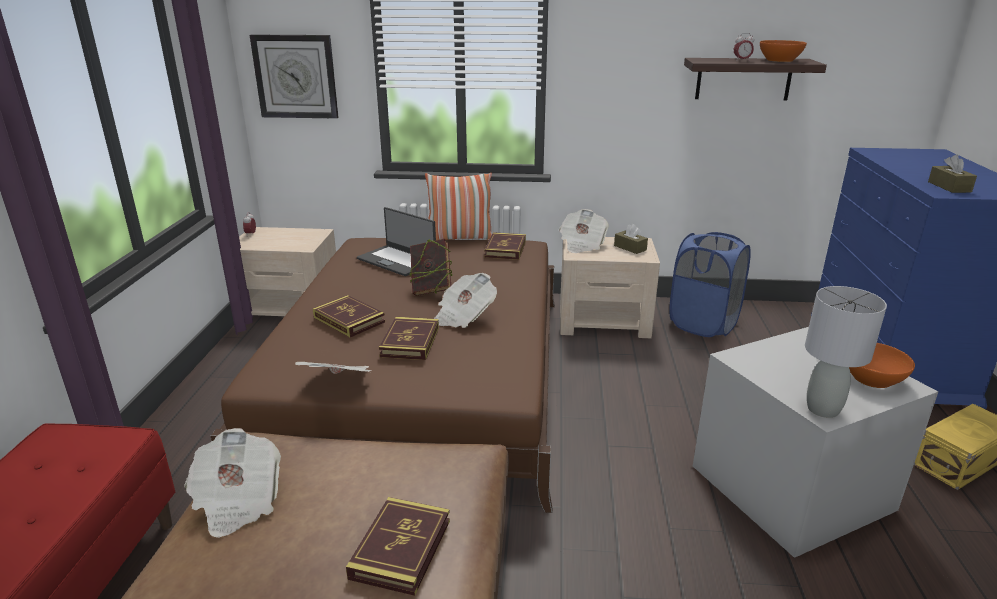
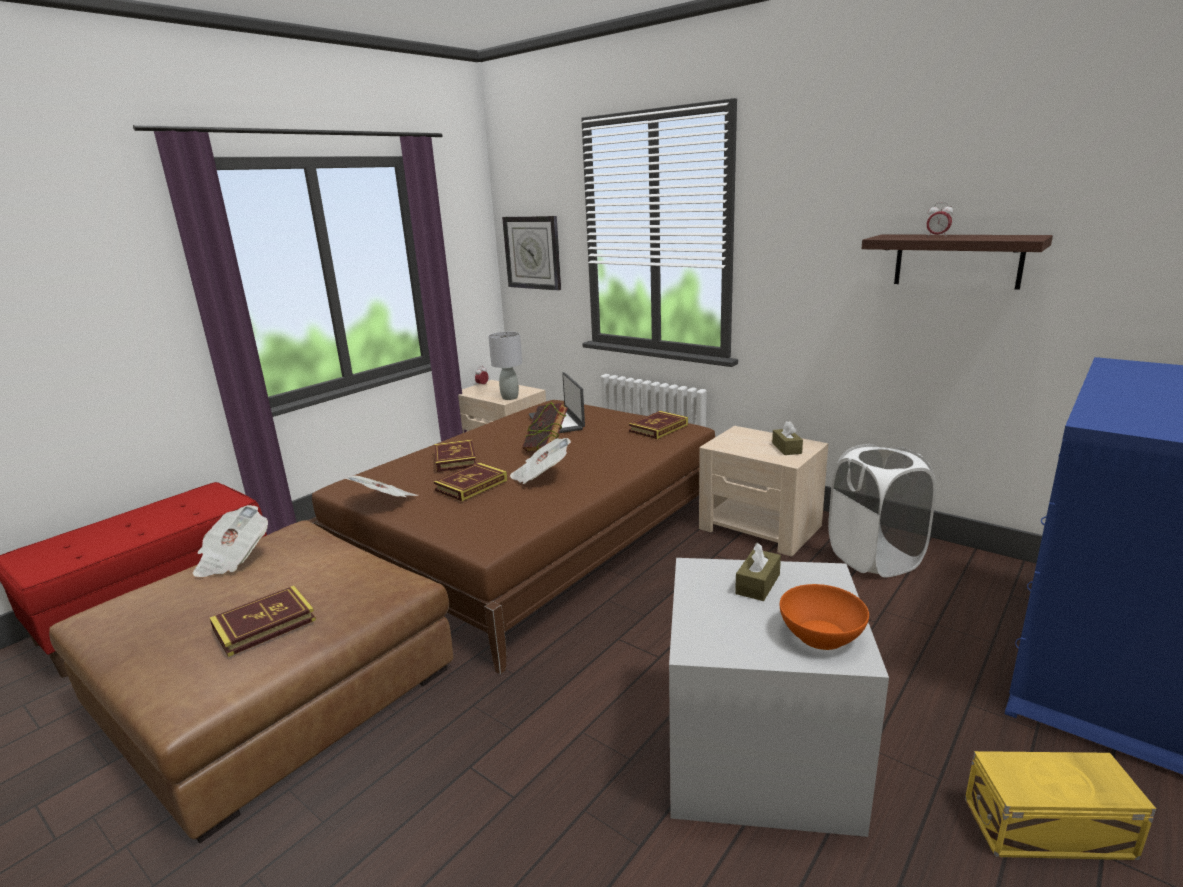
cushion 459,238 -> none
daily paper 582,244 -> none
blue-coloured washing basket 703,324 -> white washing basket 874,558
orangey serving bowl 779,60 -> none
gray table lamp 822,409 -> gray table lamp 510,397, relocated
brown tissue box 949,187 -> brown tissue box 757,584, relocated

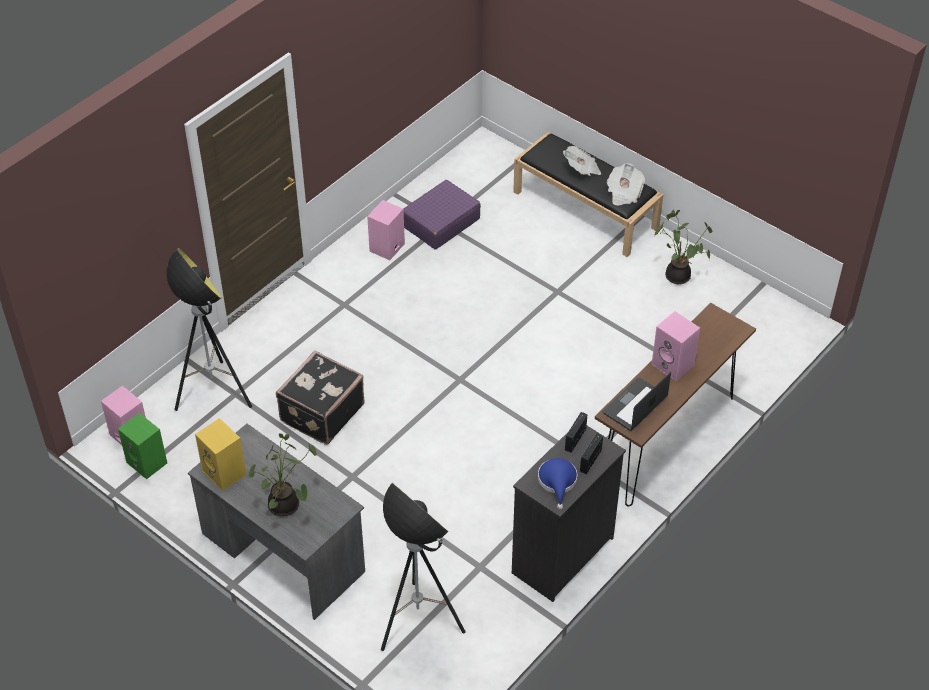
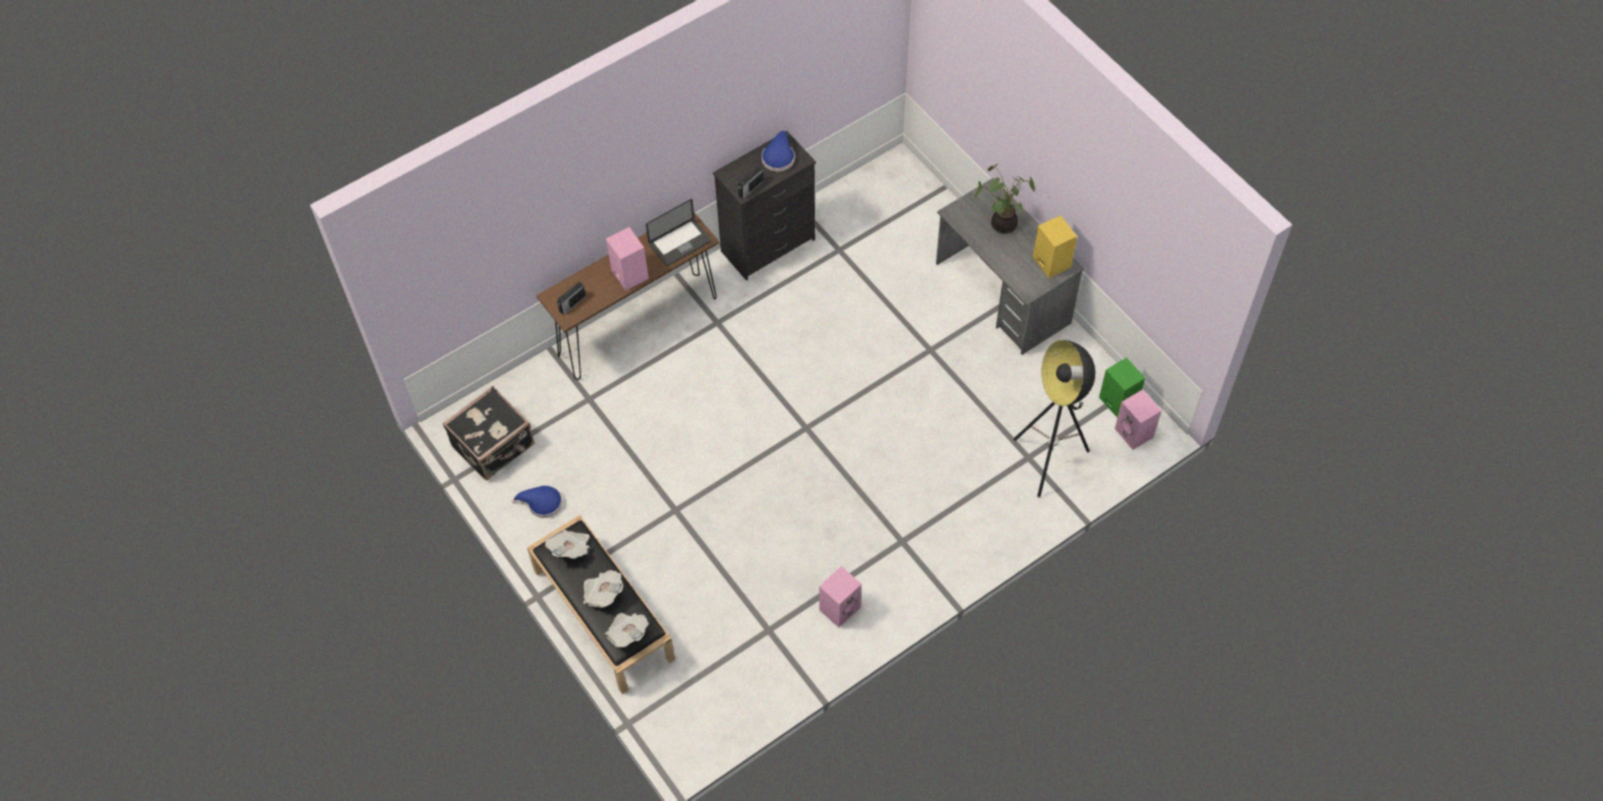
black-coloured travel case 321,412 -> black-coloured travel case 494,446, relocated
floor lamp 417,623 -> none
purple travel case 440,222 -> none
radio receiver 591,460 -> radio receiver 572,304, relocated
potted plant 679,275 -> blue-coloured hat 542,503
none -> daily paper 627,633

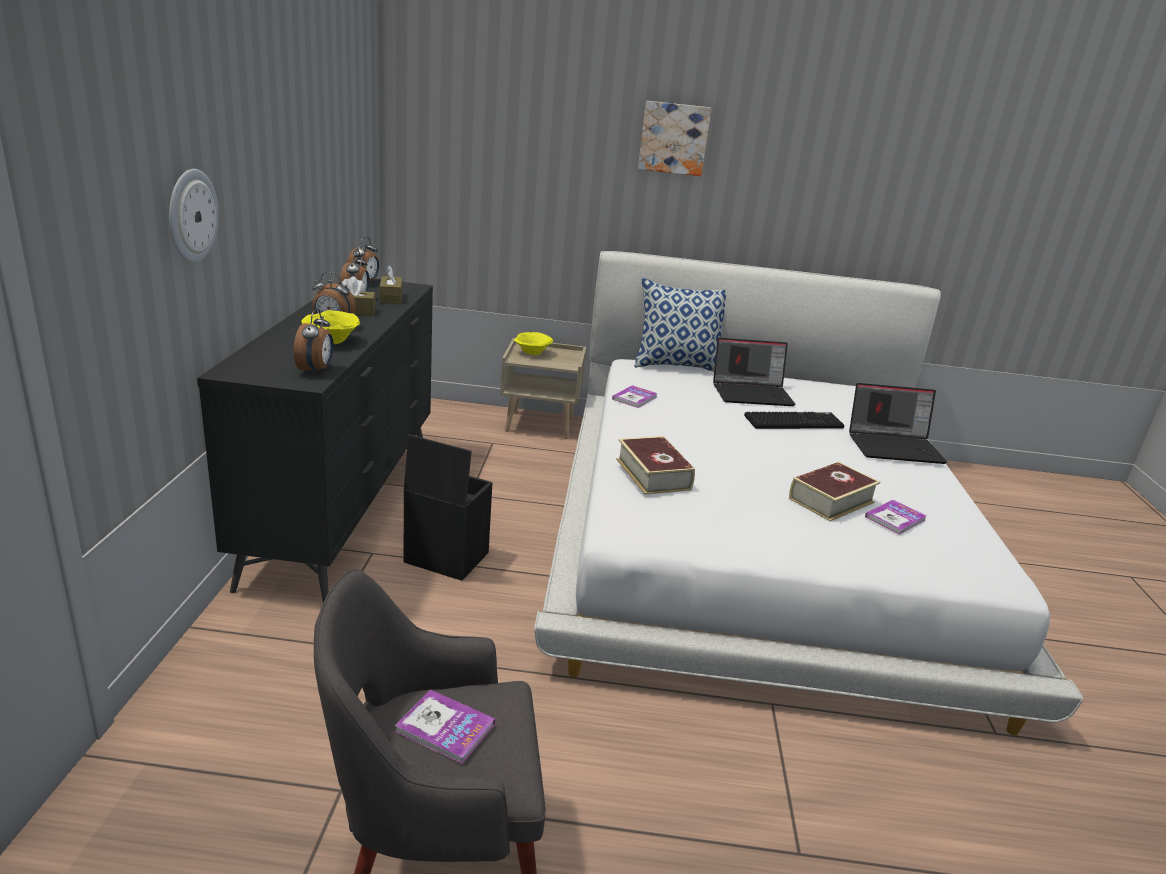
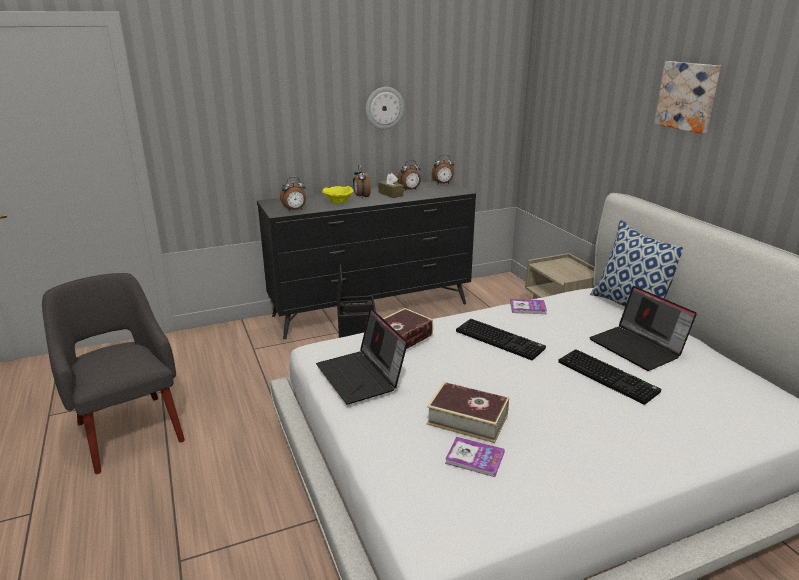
hanging clock 191,215 -> hanging clock 384,108, relocated
brown tissue box 391,298 -> none
bound book 445,728 -> none
yellowish serving bowl 532,353 -> none
laptop 894,446 -> laptop 362,377, relocated
none -> keyboard 501,340

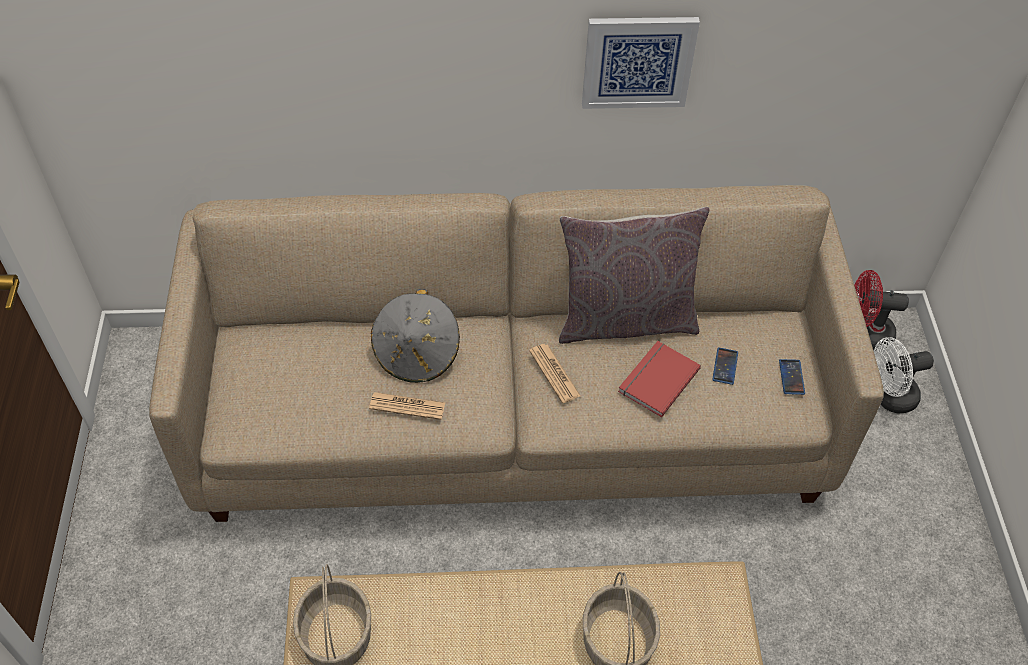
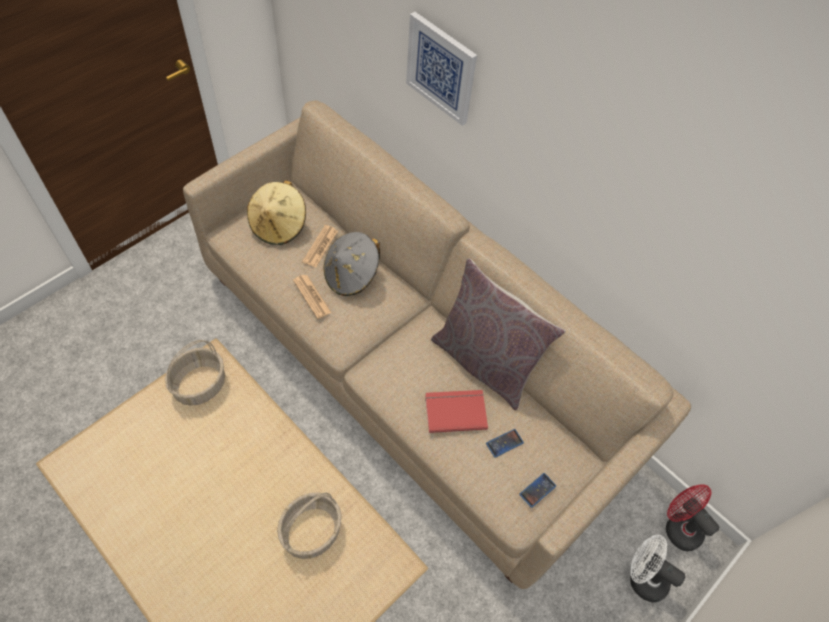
daily paper 554,373 -> daily paper 320,246, relocated
wall picture 638,61 -> wall picture 441,68, relocated
none -> sand-coloured hat 279,225

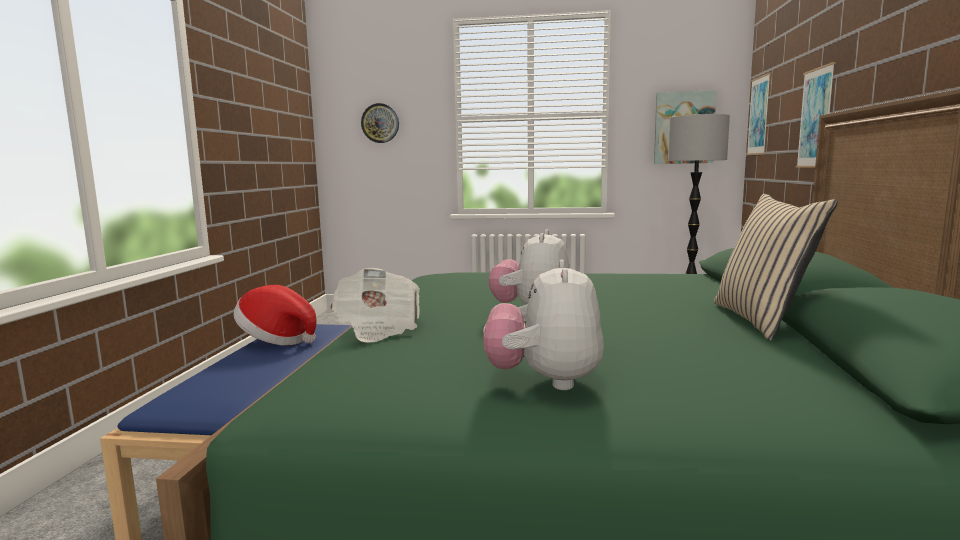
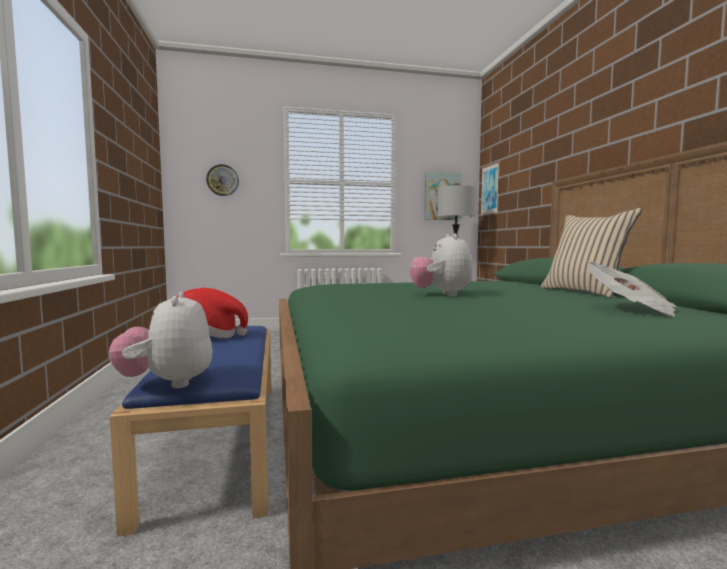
daily paper 377,328 -> daily paper 630,310, relocated
soft toy 545,381 -> soft toy 168,383, relocated
wall picture 815,118 -> none

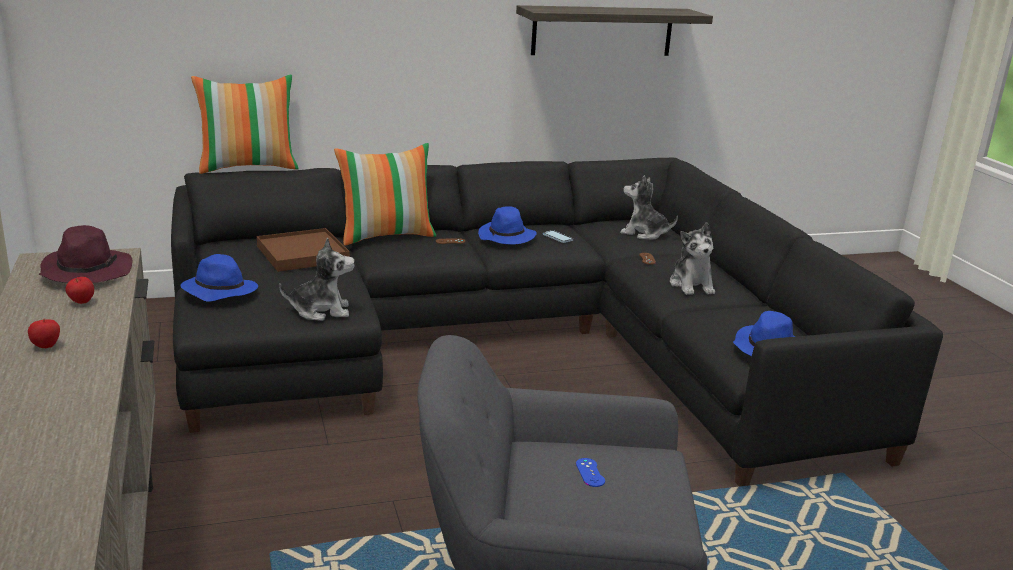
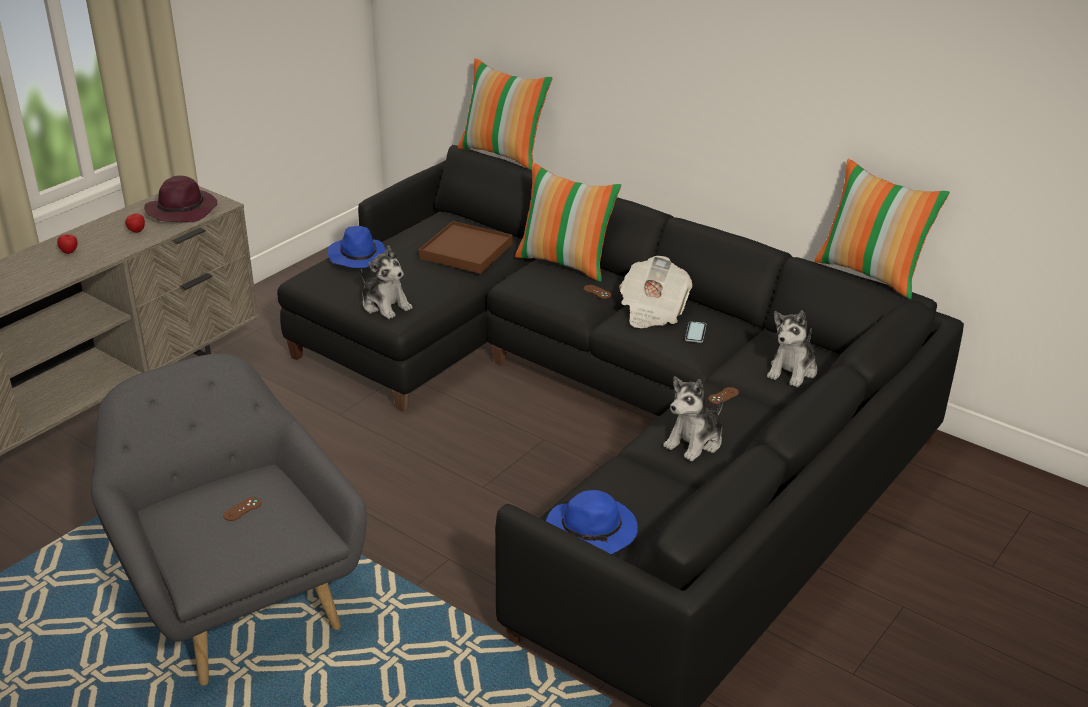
blue-coloured hat 507,237 -> daily paper 652,311
bracket shelf 602,31 -> none
blue-coloured gamepad 590,472 -> brown gamepad 242,509
soft toy 644,233 -> soft toy 793,371, 135 degrees counterclockwise
none -> cushion 871,274

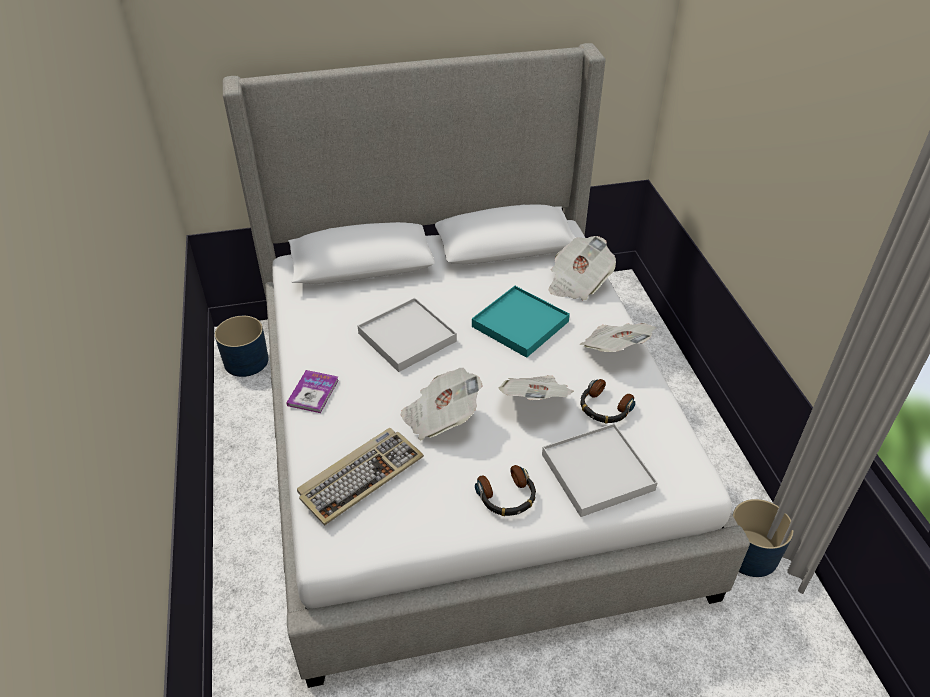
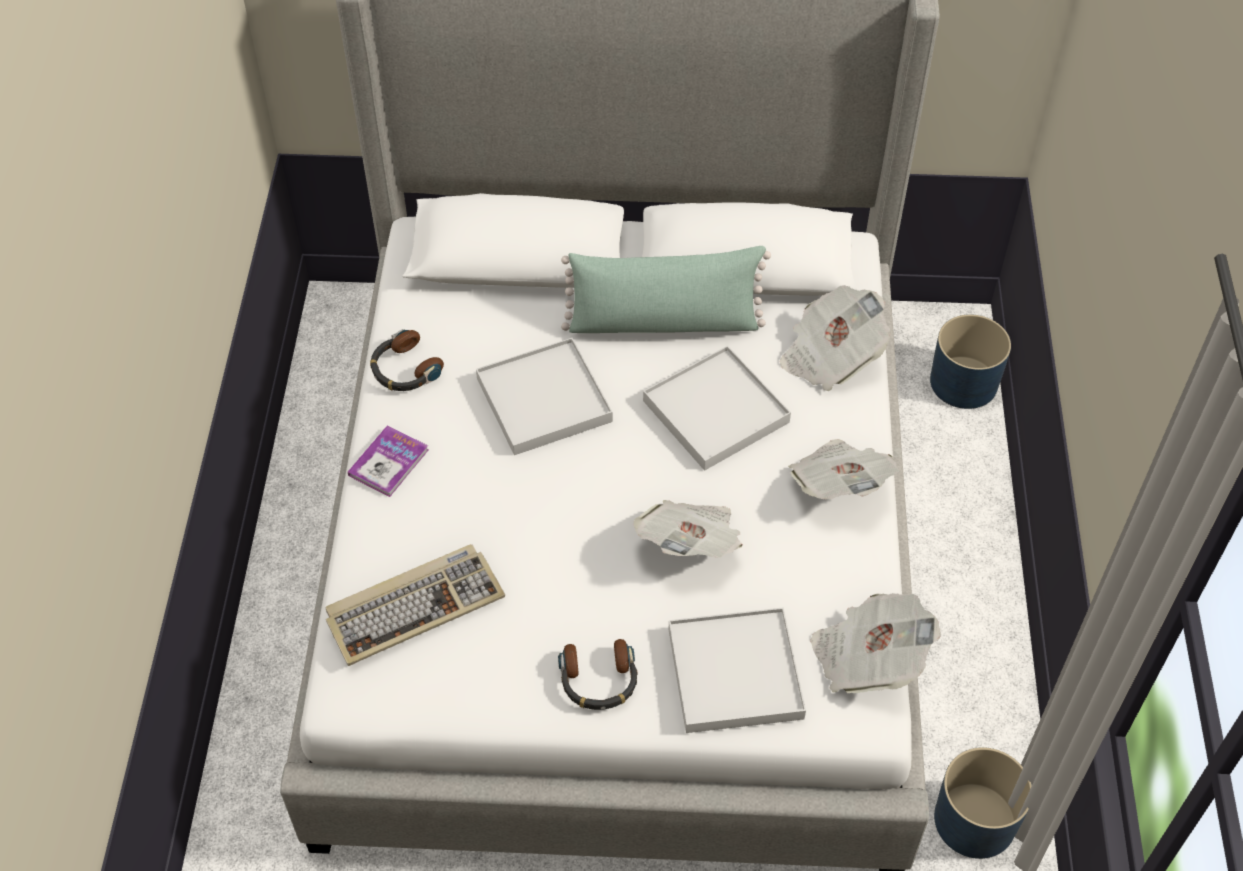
blue-coloured flower pot 246,361 -> blue-coloured flower pot 964,382, relocated
daily paper 440,418 -> daily paper 868,658, relocated
turquoise carrying tray 520,324 -> white carrying tray 716,411
headset 604,408 -> headset 404,369, relocated
none -> green cushion 664,322

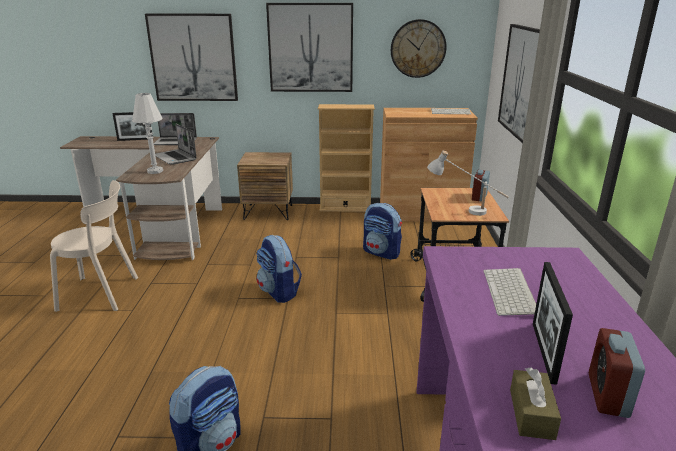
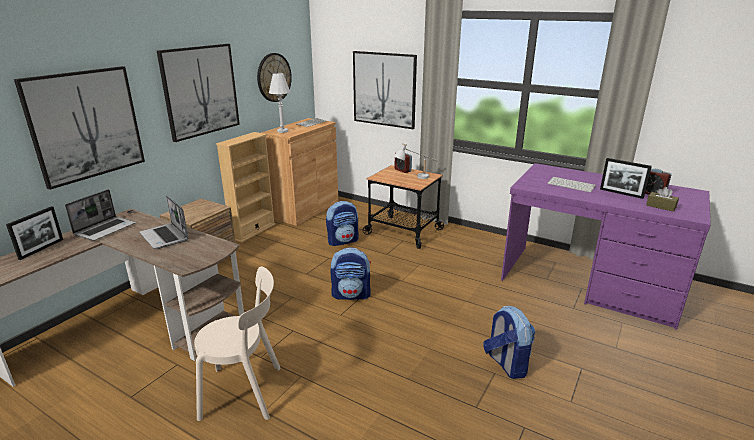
sand-coloured upright chair 102,293 -> sand-coloured upright chair 246,392, 60 degrees clockwise
white table lamp 155,171 -> white table lamp 282,131, relocated
laptop 175,158 -> laptop 165,237, 60 degrees clockwise

